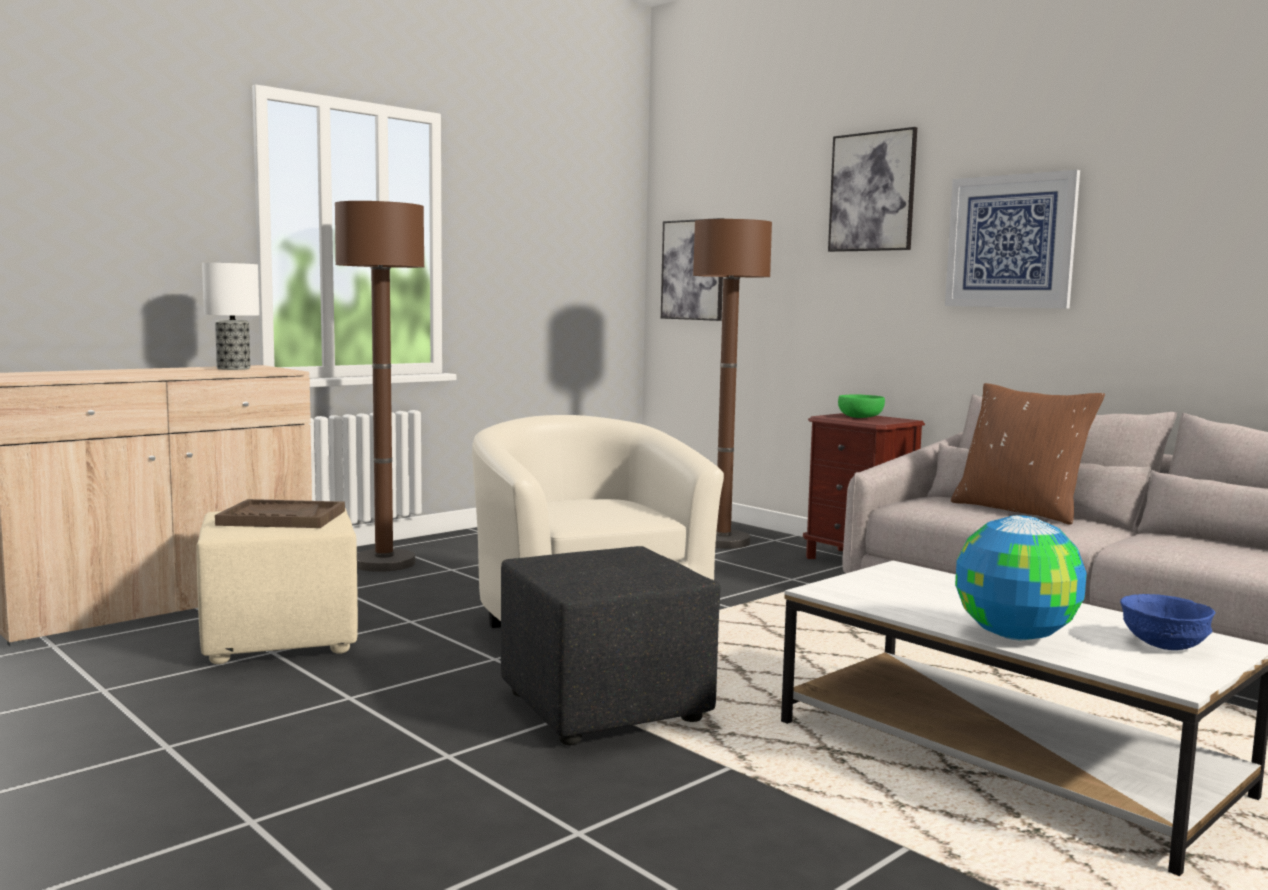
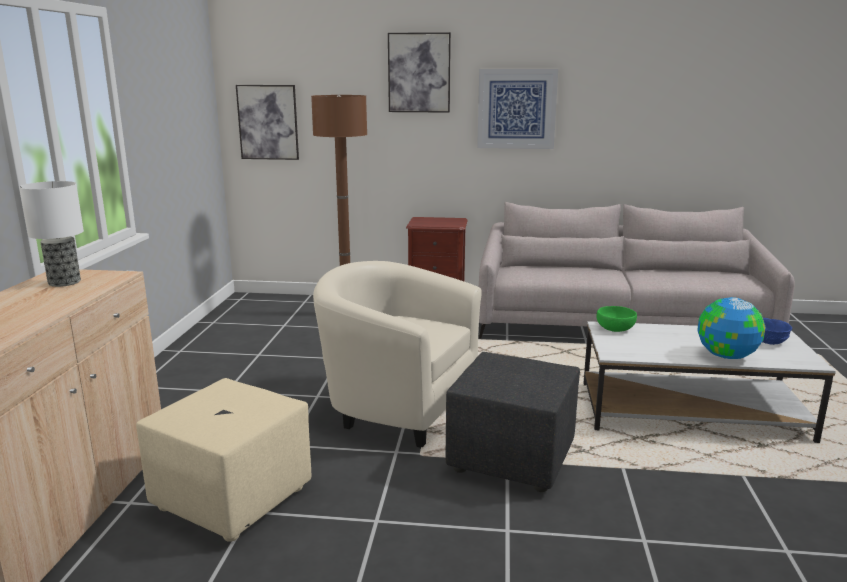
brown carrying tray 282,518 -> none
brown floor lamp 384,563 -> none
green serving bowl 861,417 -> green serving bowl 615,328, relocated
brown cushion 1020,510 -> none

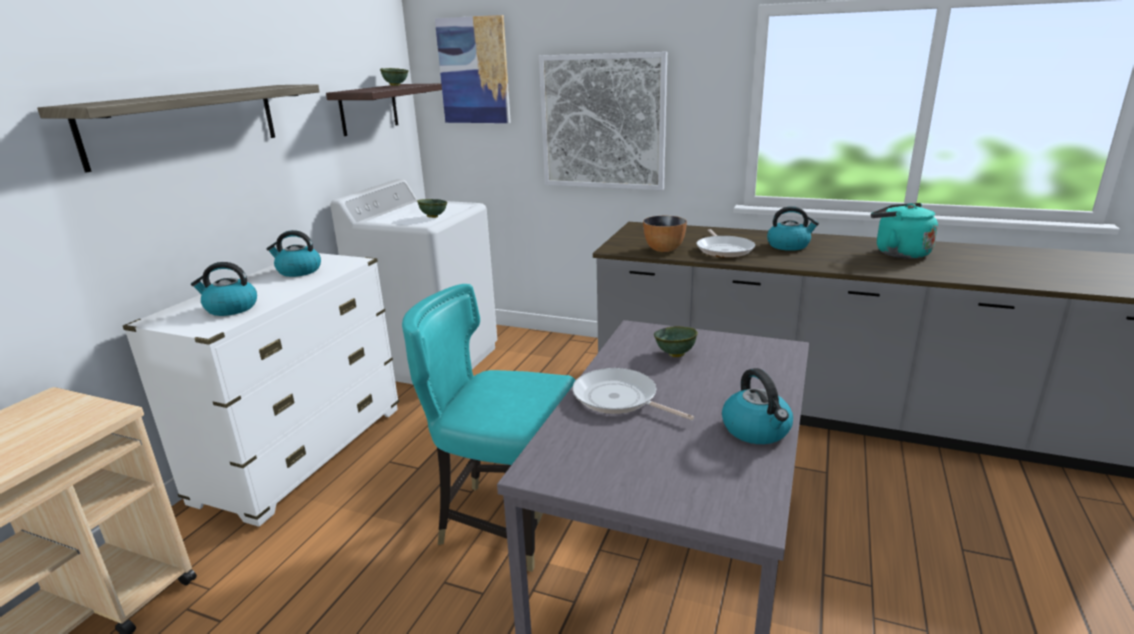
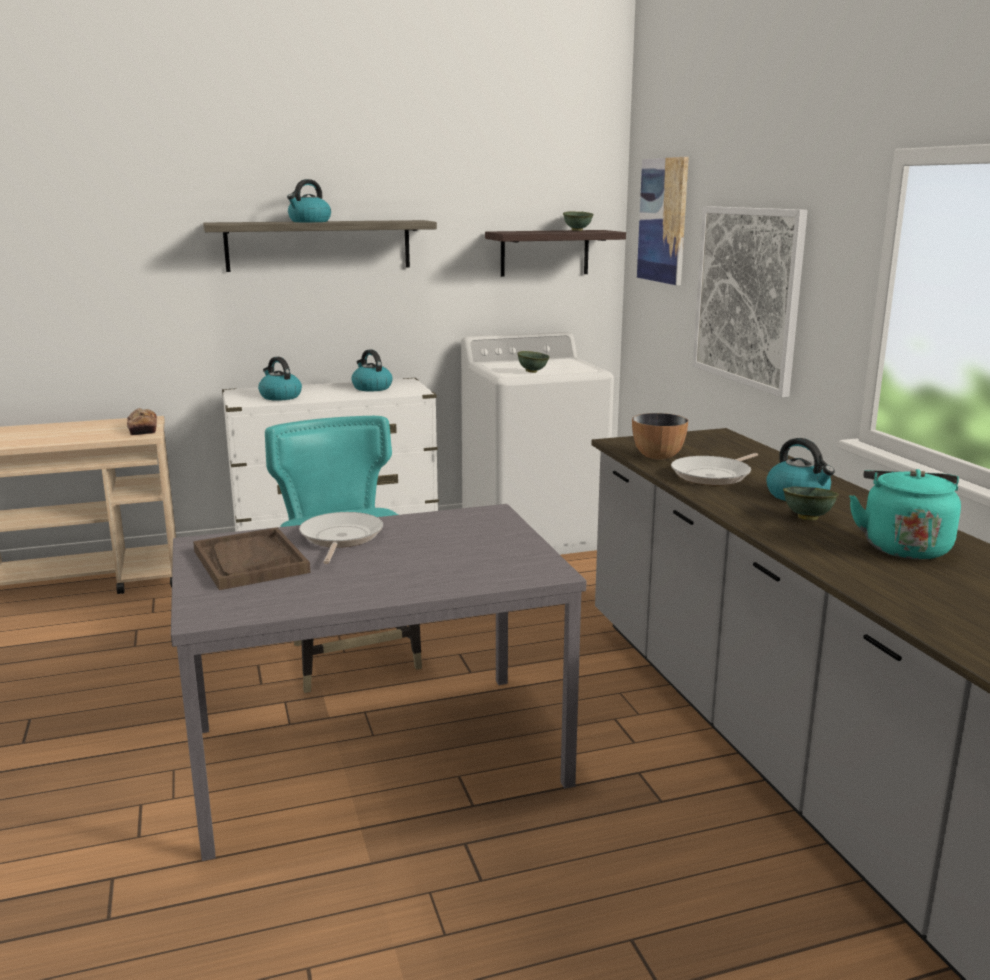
green serving bowl 675,354 -> green serving bowl 806,518, relocated
tea kettle 757,430 -> tea kettle 309,221, relocated
none -> bread 143,429
none -> brown carrying tray 250,561

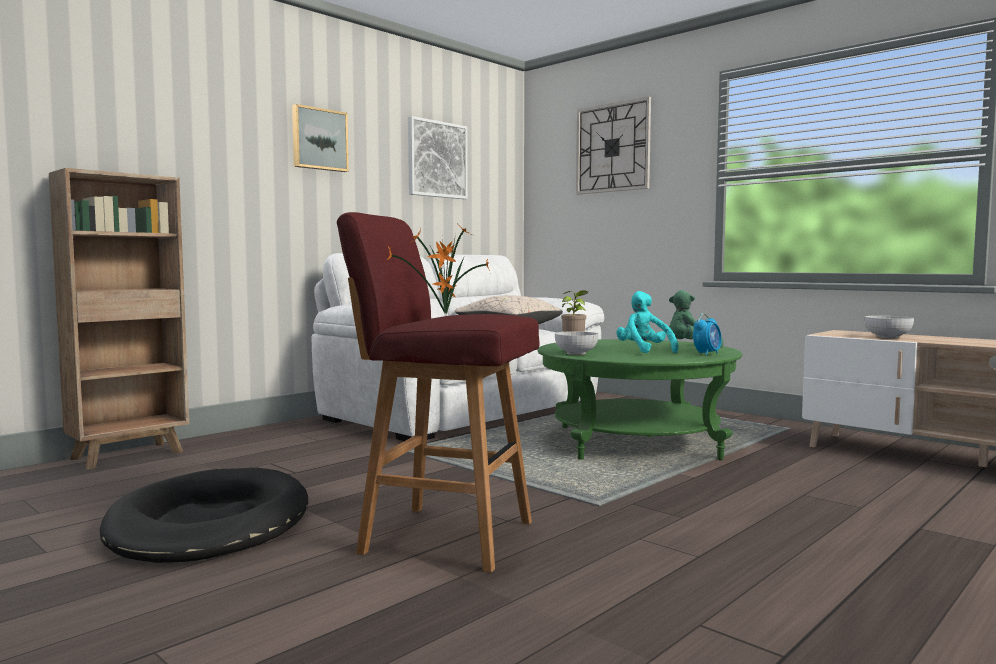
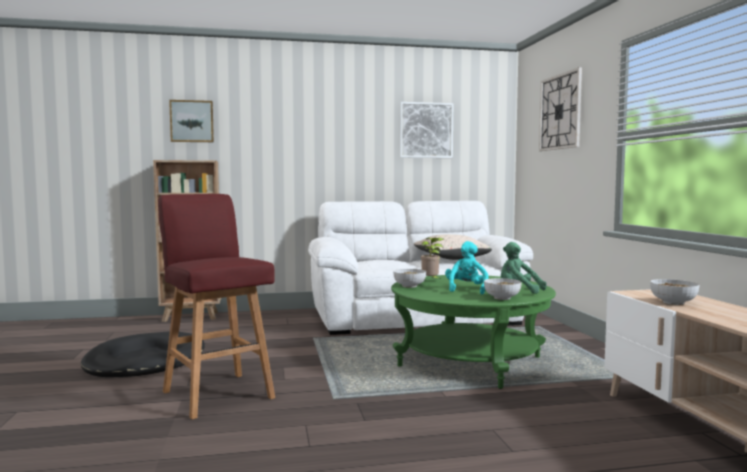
wall picture 319,139 -> wall picture 192,121, relocated
potted plant 444,315 -> none
table clock 707,354 -> serving bowl 502,298

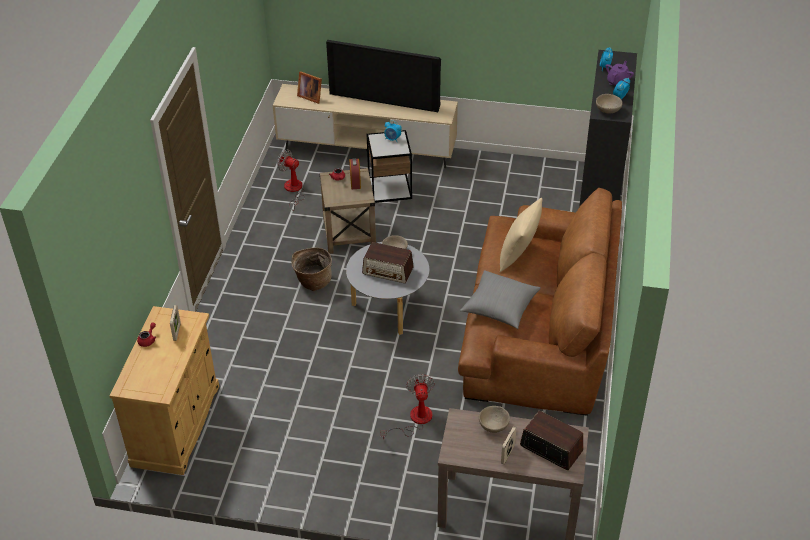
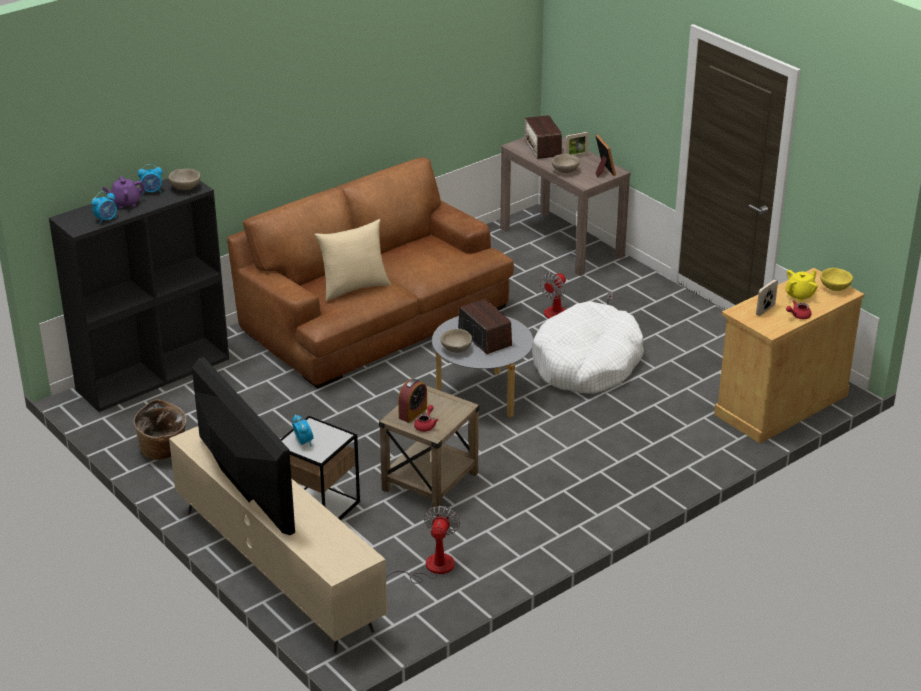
electric fan 293,190 -> electric fan 429,568, 150 degrees counterclockwise
household basket 313,281 -> household basket 164,451, relocated
photo frame 310,96 -> photo frame 602,170, relocated
gray cushion 500,307 -> none
none -> white dog cushion 586,363
none -> yellowish tea pot 800,295
none -> yellowish serving bowl 835,288

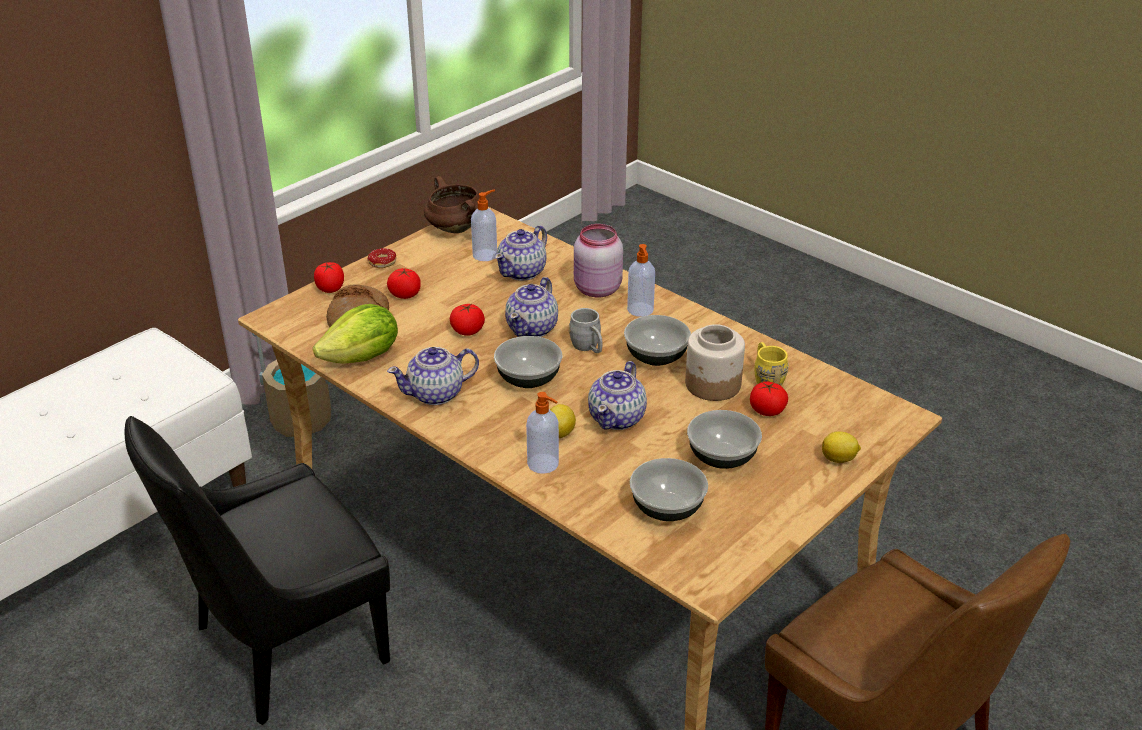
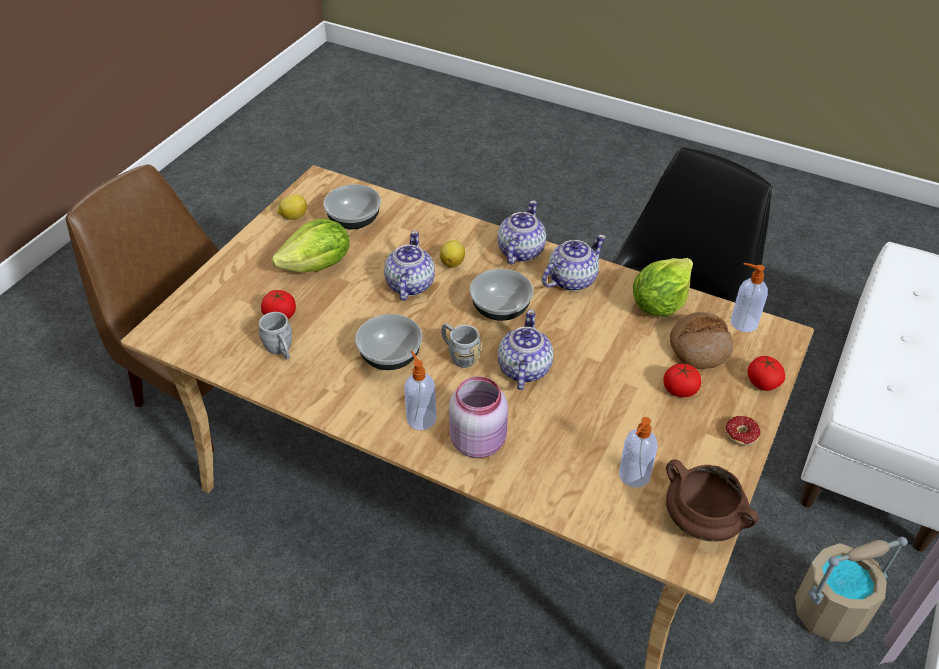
tomato 467,331 -> none
tea pot 522,272 -> tea pot 520,251, relocated
liquid soap bottle 544,464 -> liquid soap bottle 742,323, relocated
preserve jar 713,385 -> none
serving bowl 721,457 -> lettuce 318,266
yellowish mug 766,379 -> gray mug 281,350
lemon 839,459 -> lemon 293,217, relocated

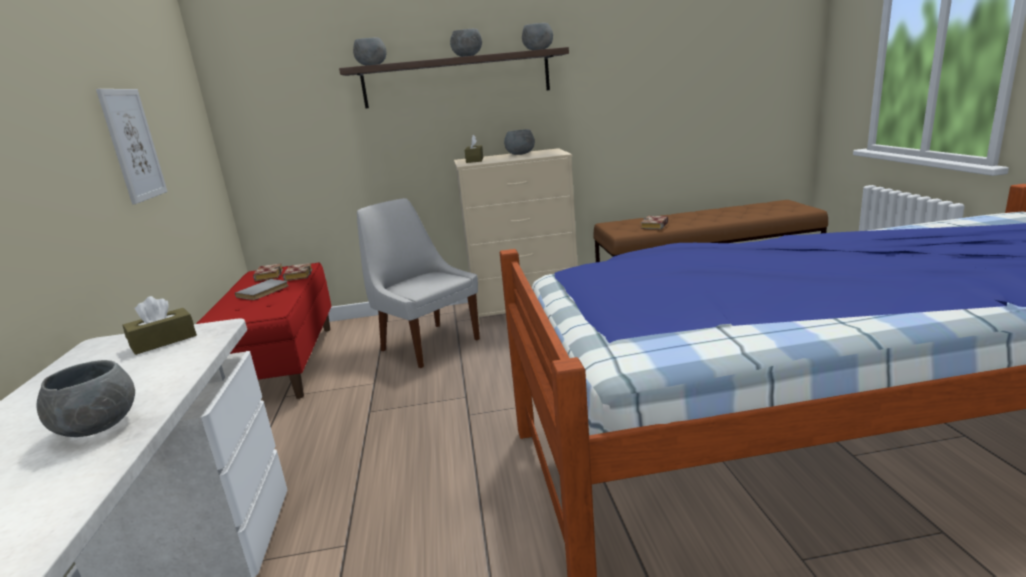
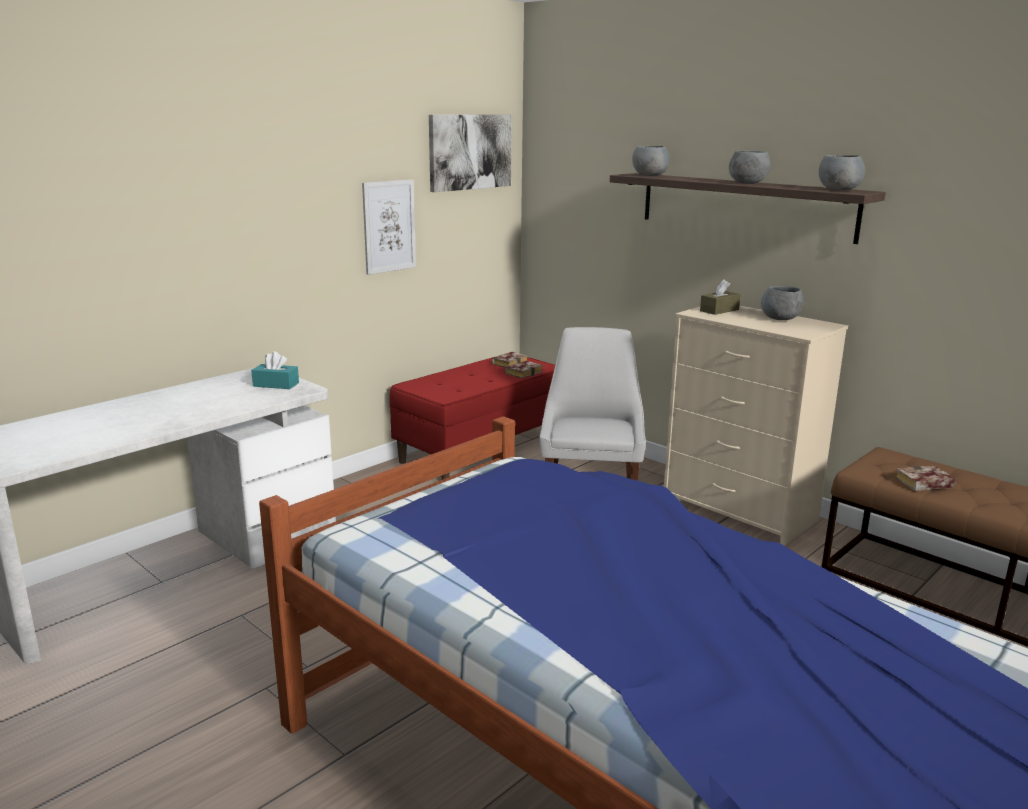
gray serving bowl 97,427 -> none
brown tissue box 163,341 -> turquoise tissue box 276,384
gray bound book 264,291 -> none
none -> wall picture 469,152

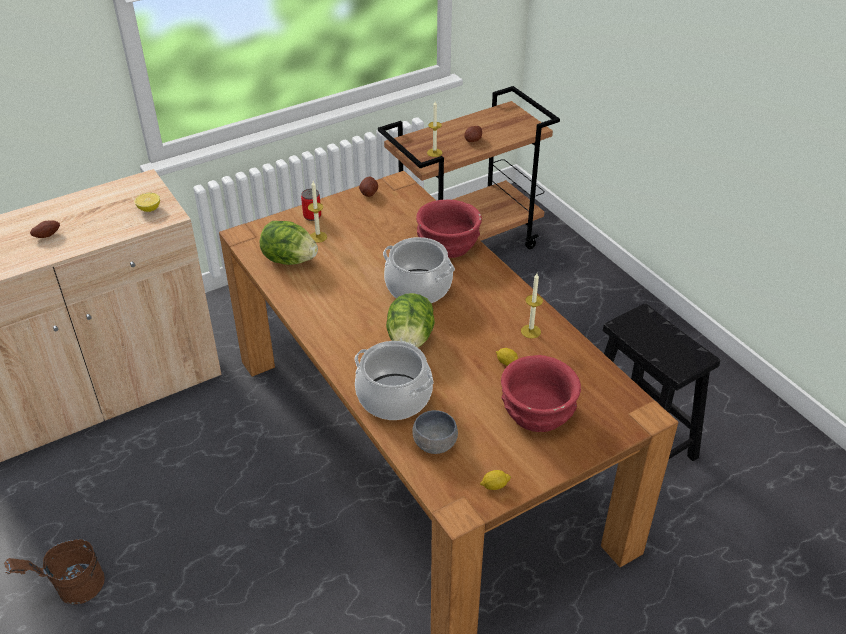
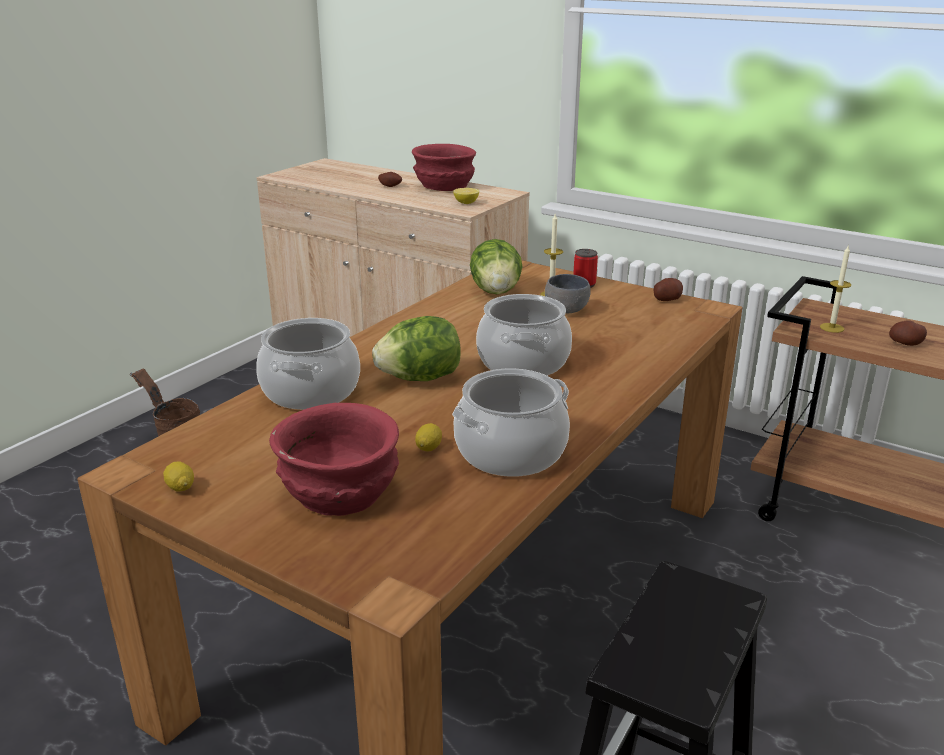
gray serving bowl 436,444 -> gray serving bowl 568,310, relocated
red serving bowl 447,245 -> red serving bowl 444,186, relocated
wax light 530,331 -> stockpot 511,452

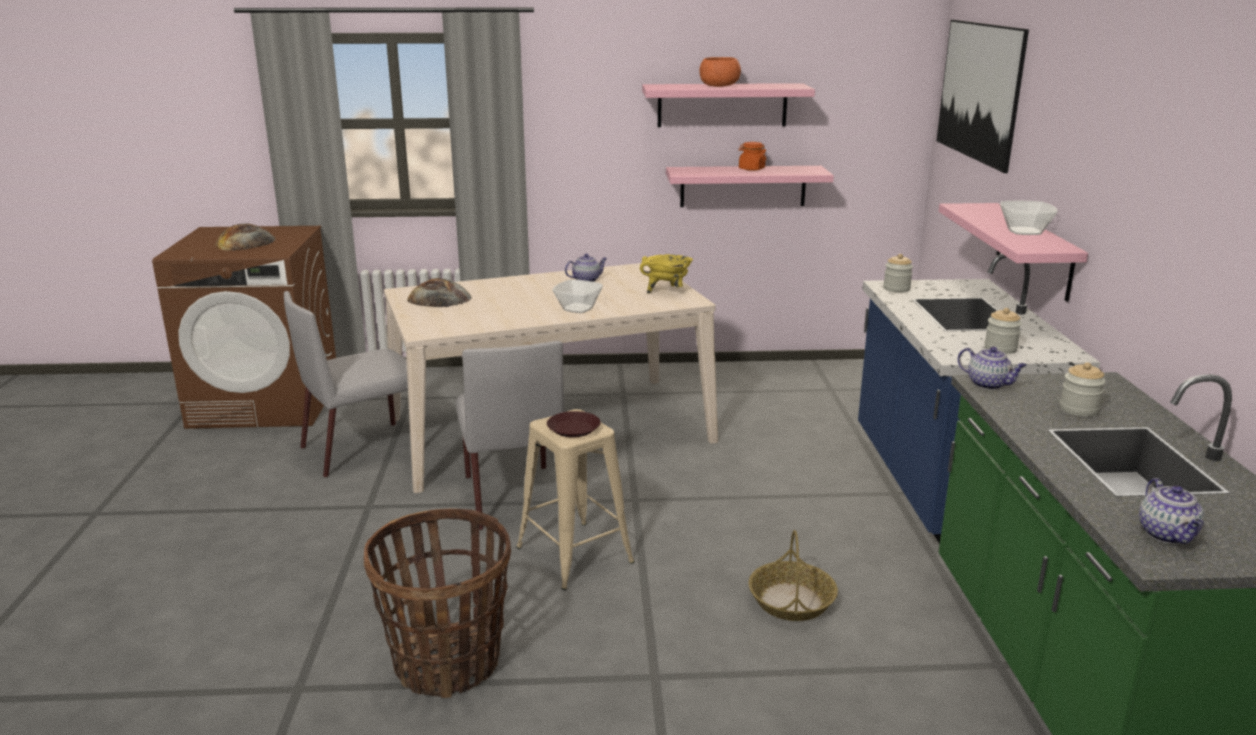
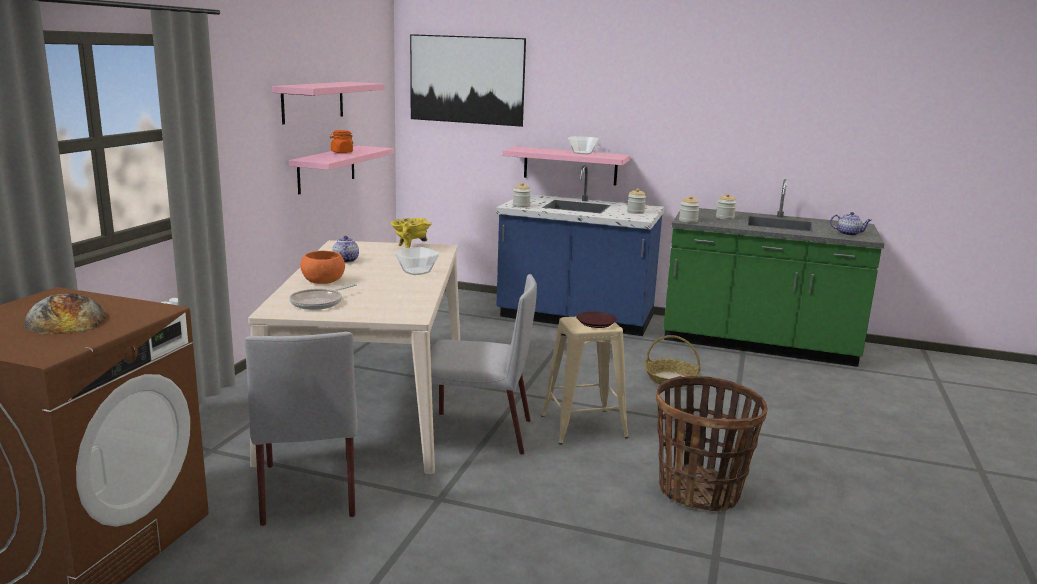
bread 439,298 -> frying pan 319,303
orangey serving bowl 719,86 -> orangey serving bowl 323,281, relocated
tea pot 989,384 -> preserve jar 688,221

